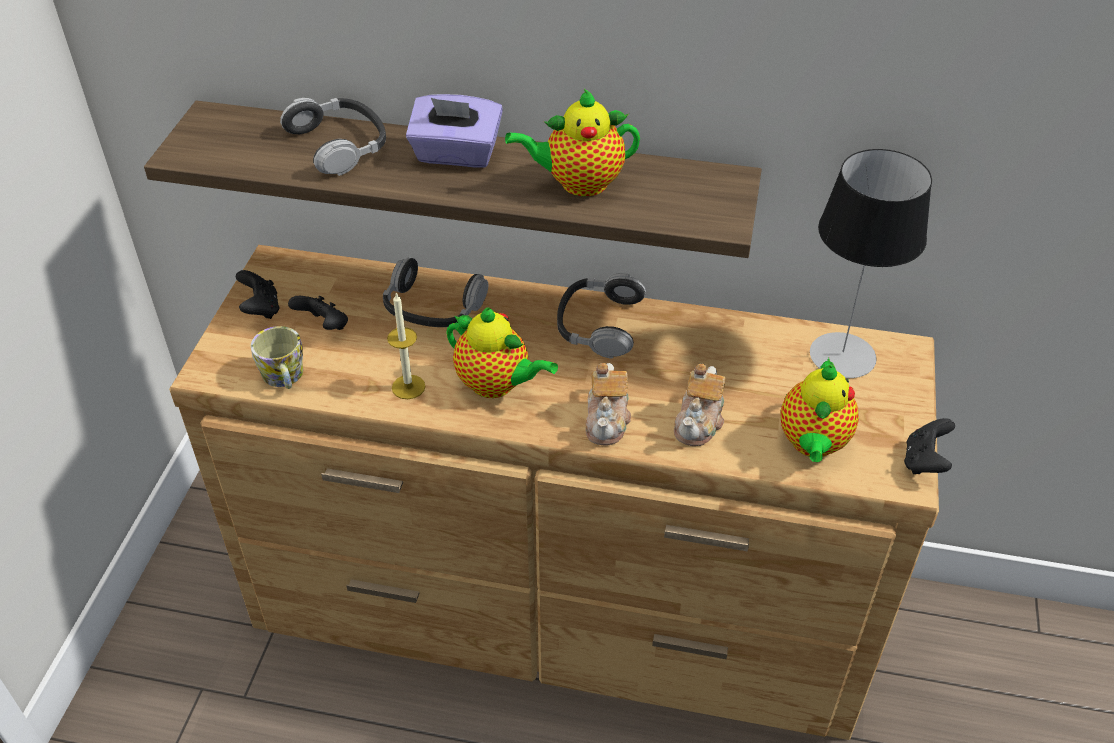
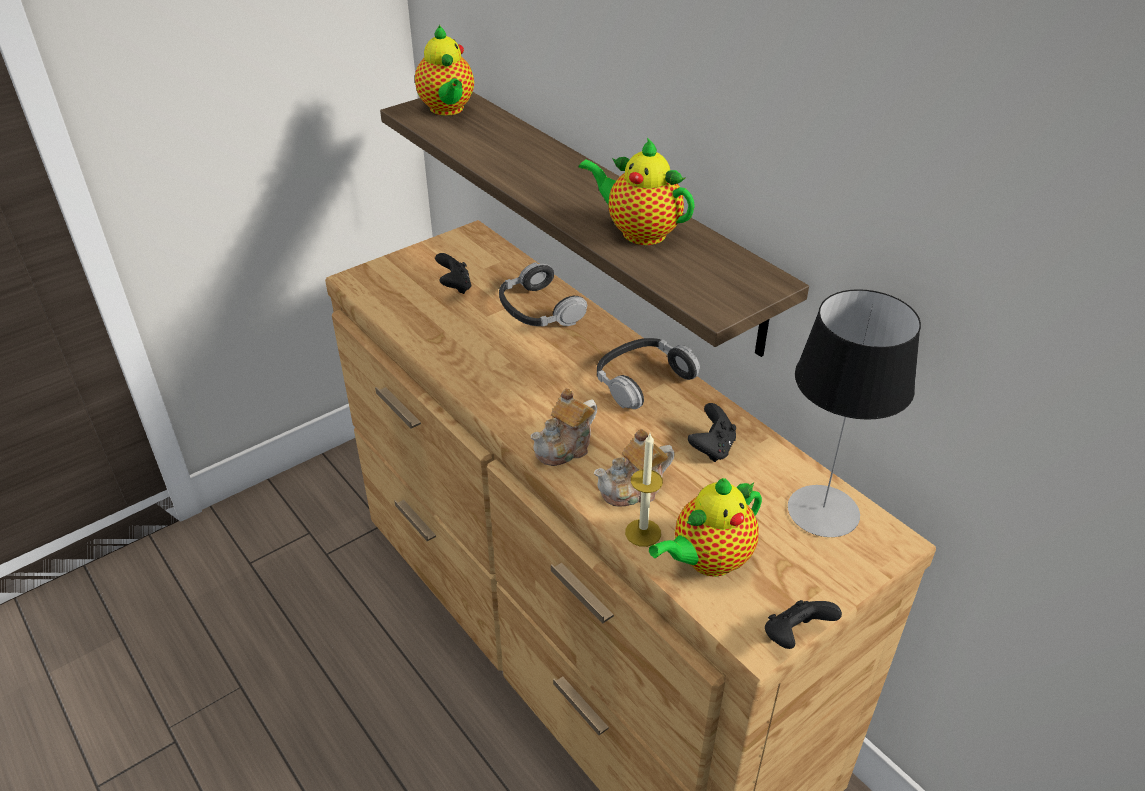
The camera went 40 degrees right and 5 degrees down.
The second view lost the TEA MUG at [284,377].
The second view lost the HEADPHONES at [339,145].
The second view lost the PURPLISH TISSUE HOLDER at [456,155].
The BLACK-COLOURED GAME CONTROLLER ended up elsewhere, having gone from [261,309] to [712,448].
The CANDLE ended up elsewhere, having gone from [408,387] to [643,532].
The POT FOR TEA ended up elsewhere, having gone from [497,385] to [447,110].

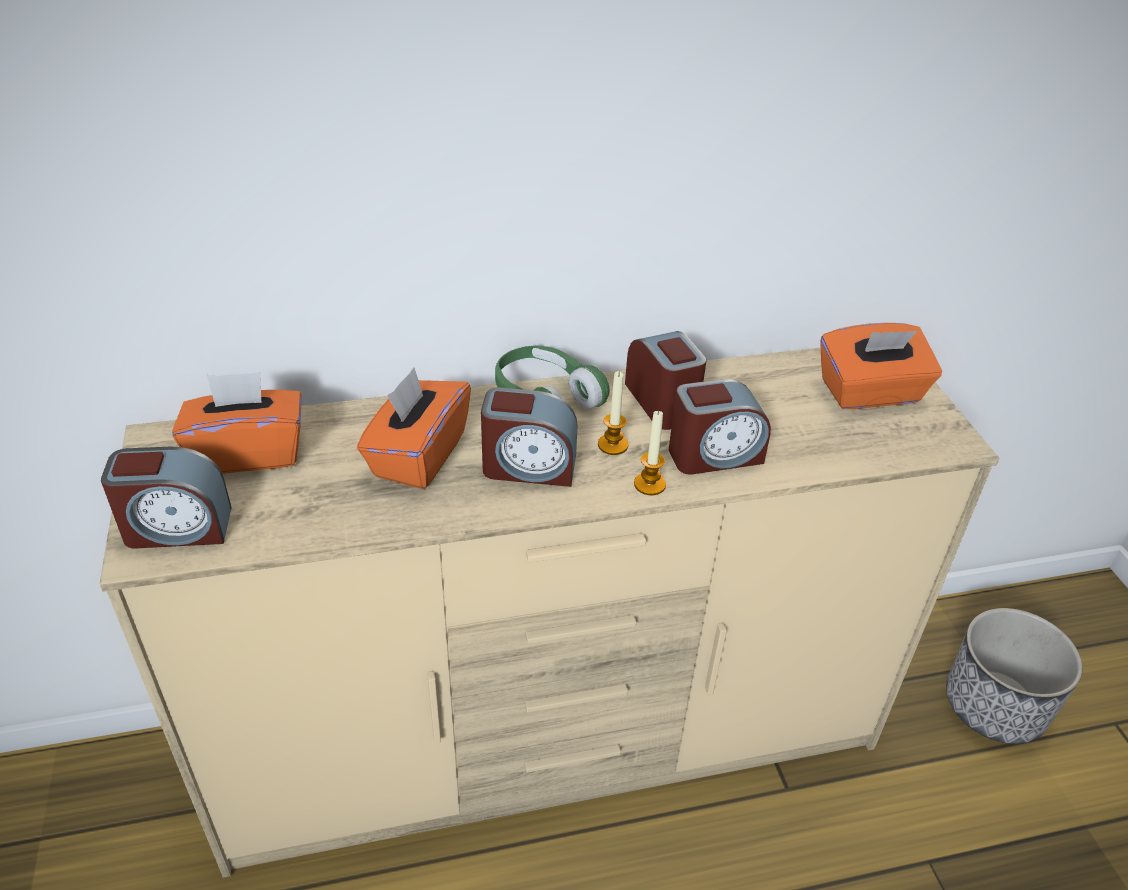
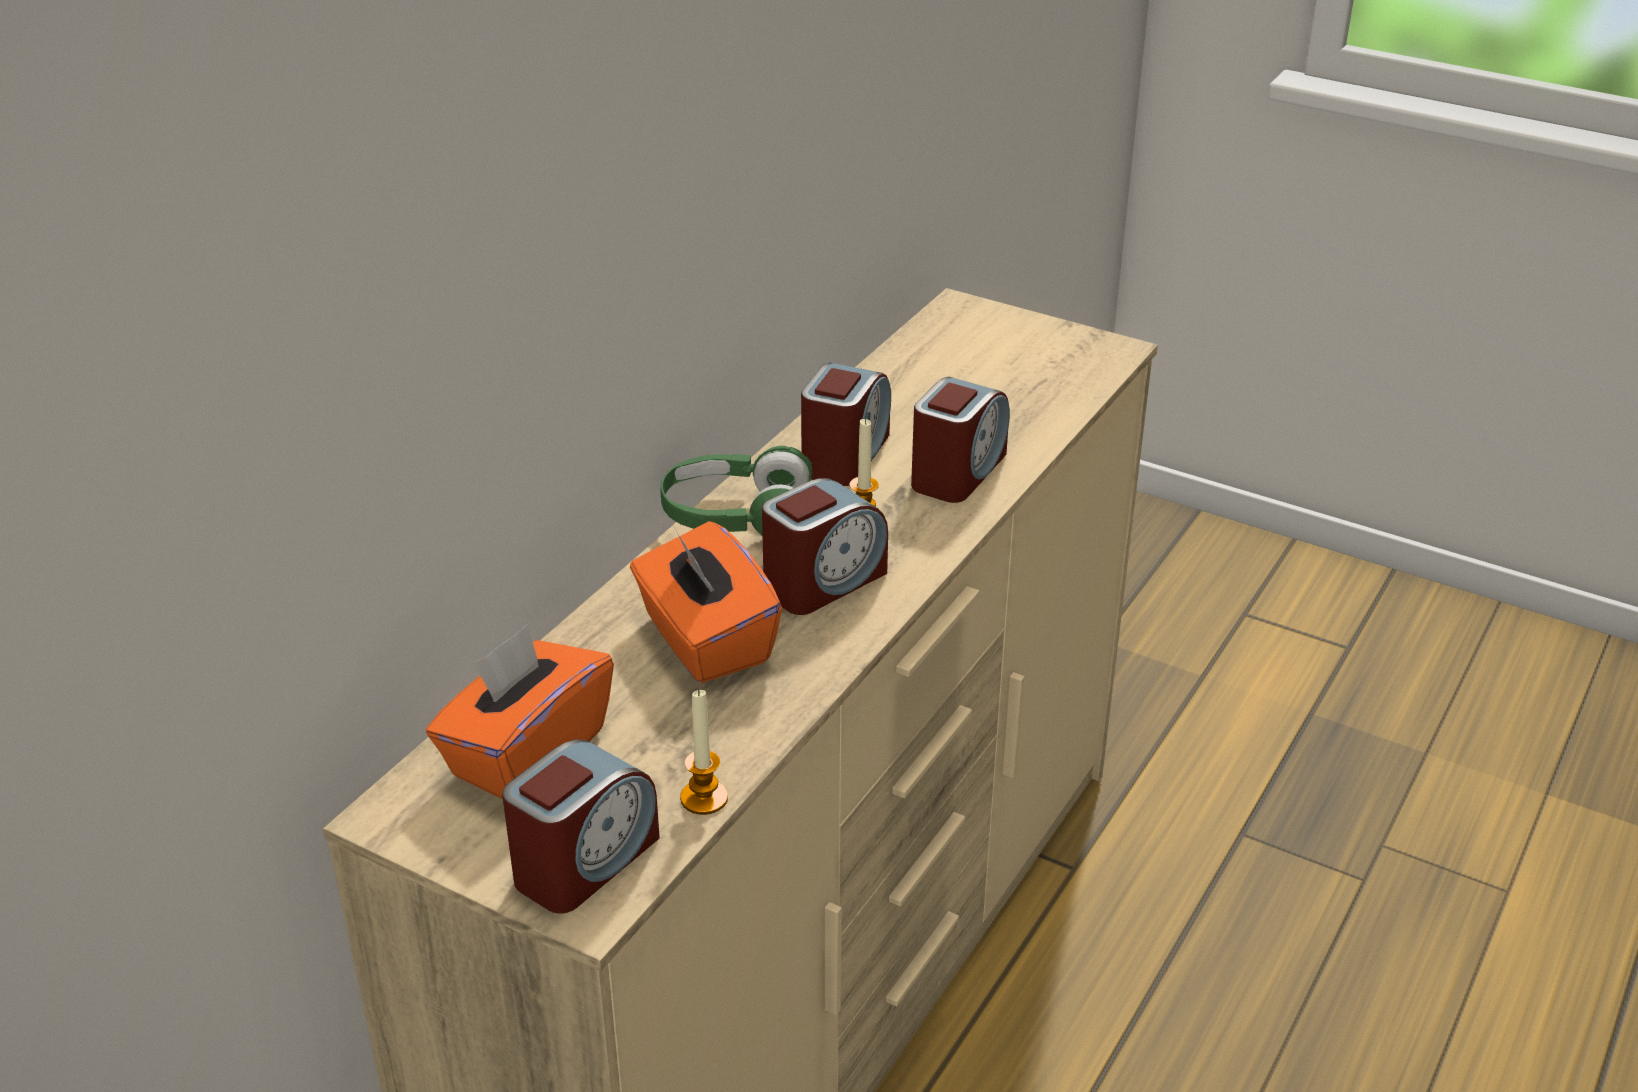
The camera went 45 degrees left and 5 degrees down.
The second view lost the ORANGEY TISSUE HOLDER at [870,393].
The second view lost the FLOWER POT at [995,706].
The CANDLE ended up elsewhere, having gone from [649,484] to [704,798].
The ALARM CLOCK at [662,402] ended up facing another way, 90 degrees clockwise from before.

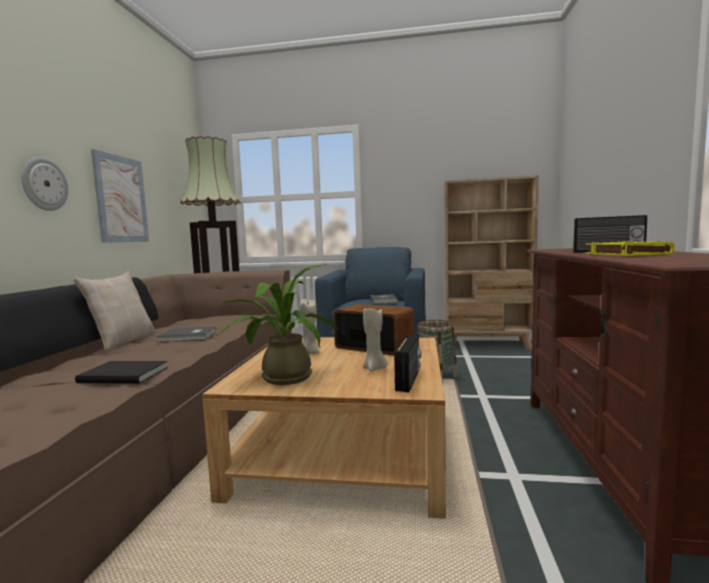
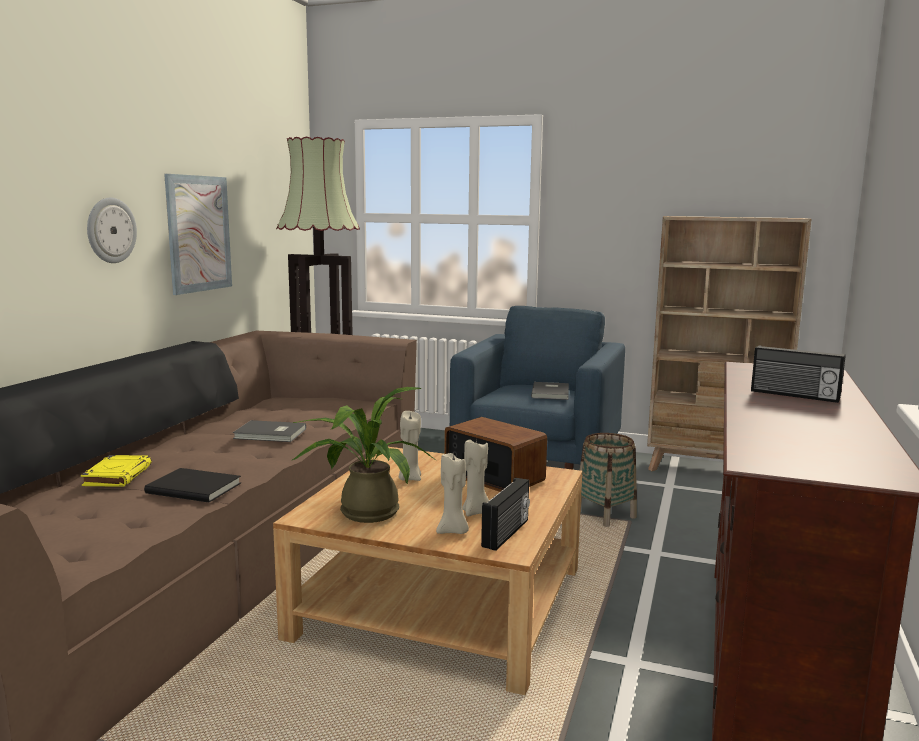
The camera went 10 degrees right and 5 degrees up.
The second view lost the SAND-COLOURED CUSHION at [122,341].
The second view gained the SAND-COLOURED CANDLE at [453,531].
The YELLOW-COLOURED BOOK ended up elsewhere, having gone from [625,254] to [117,475].

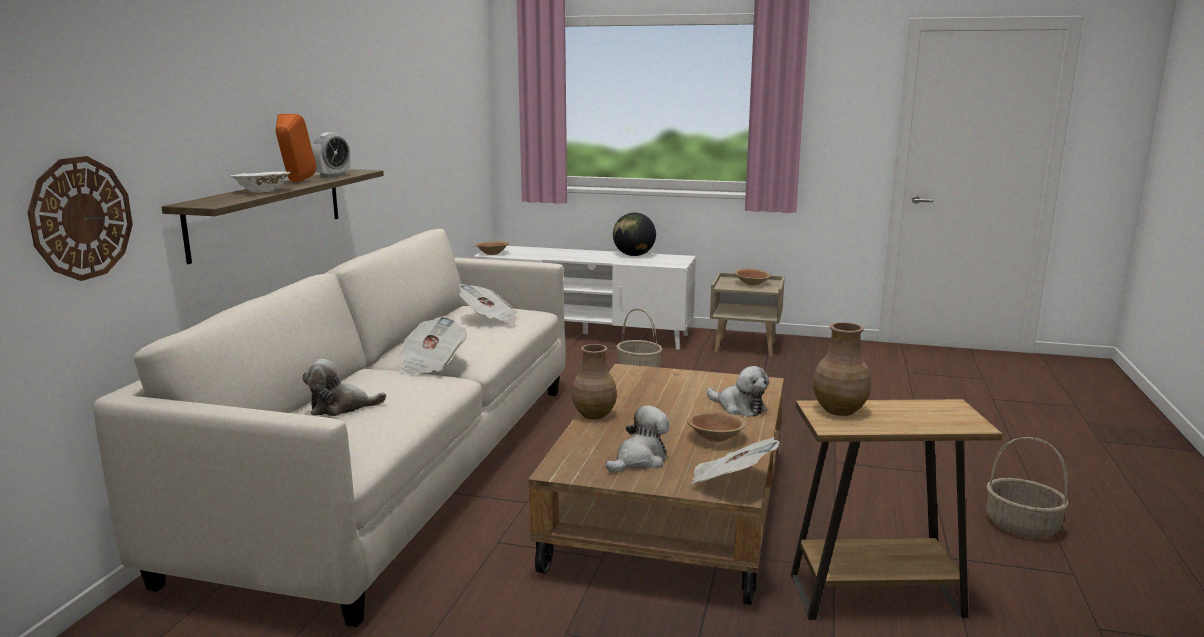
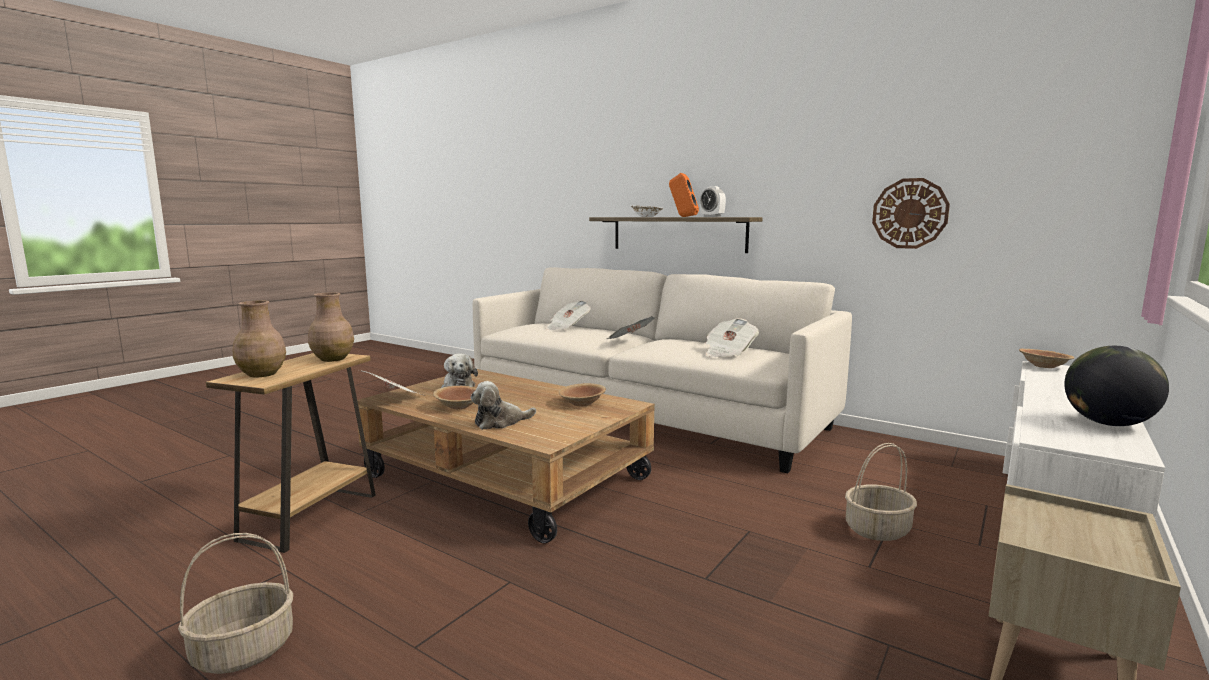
The camera went 110 degrees right and 5 degrees down.
The CLOCK ON THE WALL ended up elsewhere, having gone from [81,218] to [909,213].
The BROWN FLOWER VASE ended up elsewhere, having gone from [594,414] to [262,374].
The BROWN DEEP DISH ended up elsewhere, having gone from [751,283] to [582,403].
Where the CUDDLY TOY stood at [341,407], the NEWSPAPER came to stand at [567,327].

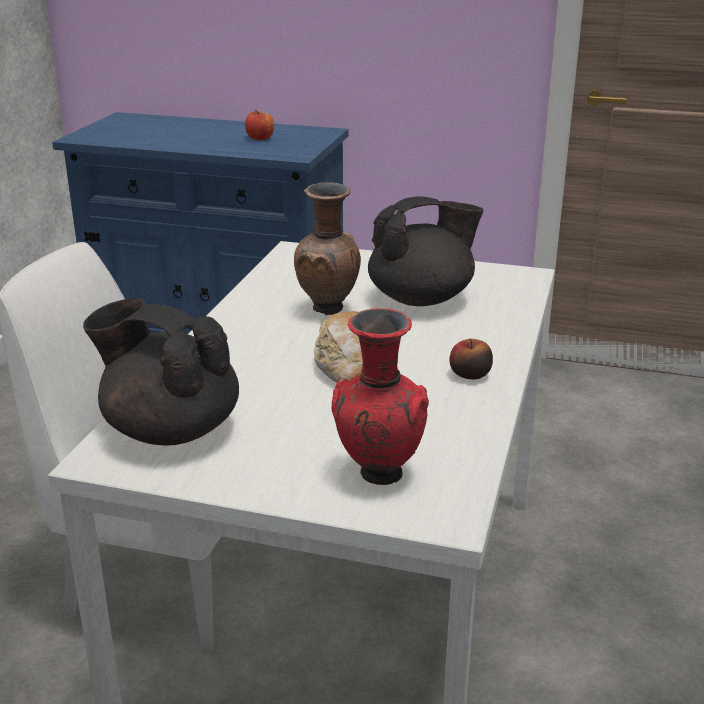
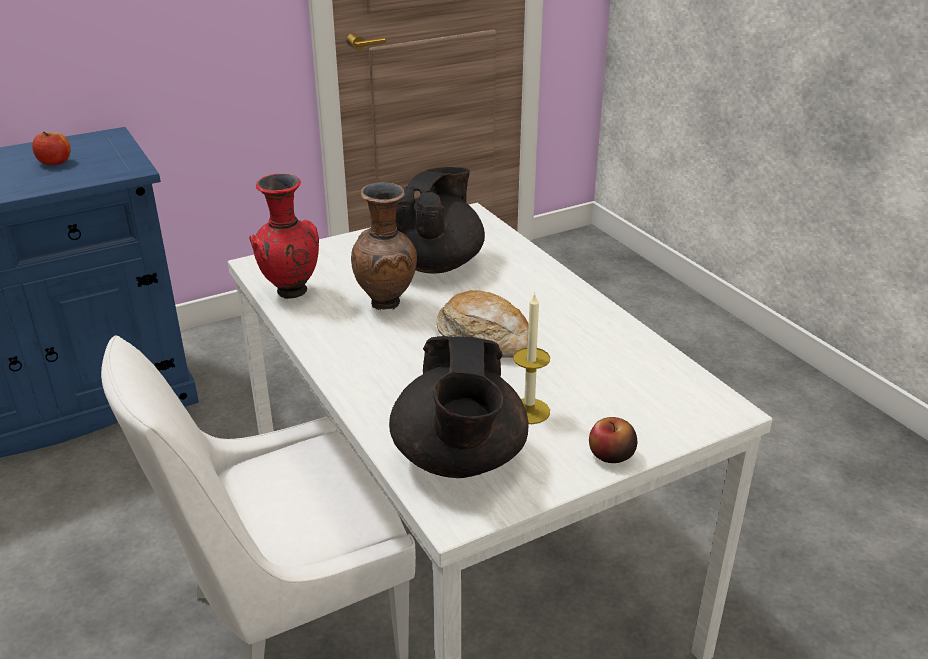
The camera went 45 degrees left and 5 degrees up.
The second view gained the CANDLE at [529,411].
The RED FLOWER VASE ended up elsewhere, having gone from [378,476] to [291,293].
The APPLE ended up elsewhere, having gone from [470,374] to [611,455].
The BLACK-COLOURED POT FOR TEA at [170,429] ended up facing another way, 75 degrees counterclockwise from before.

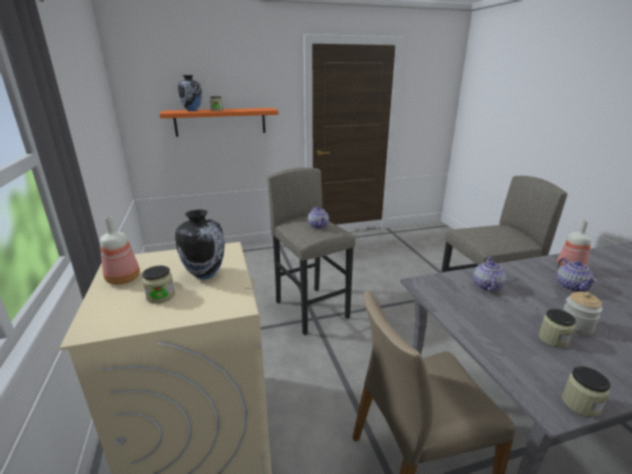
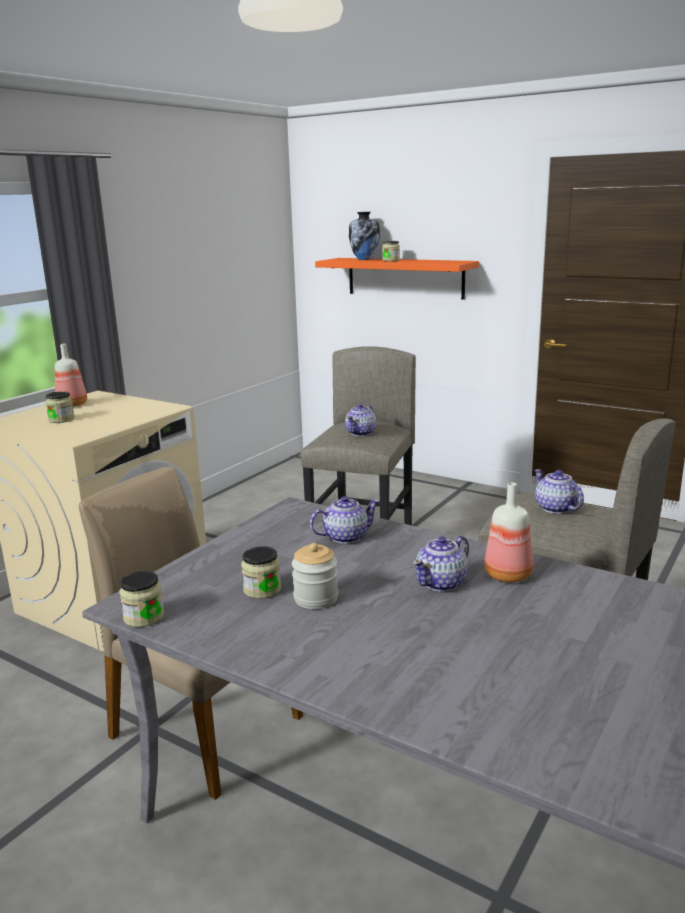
The camera went 50 degrees right and 5 degrees down.
The second view lost the FLOWER VASE at [205,274].
The second view gained the POT FOR TEA at [556,508].

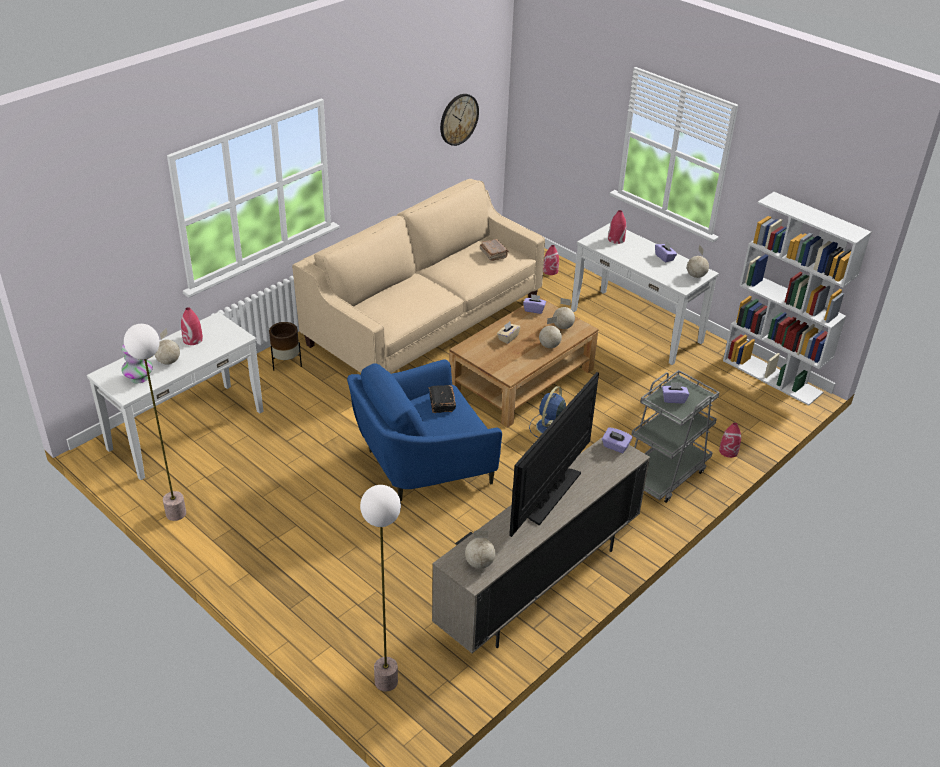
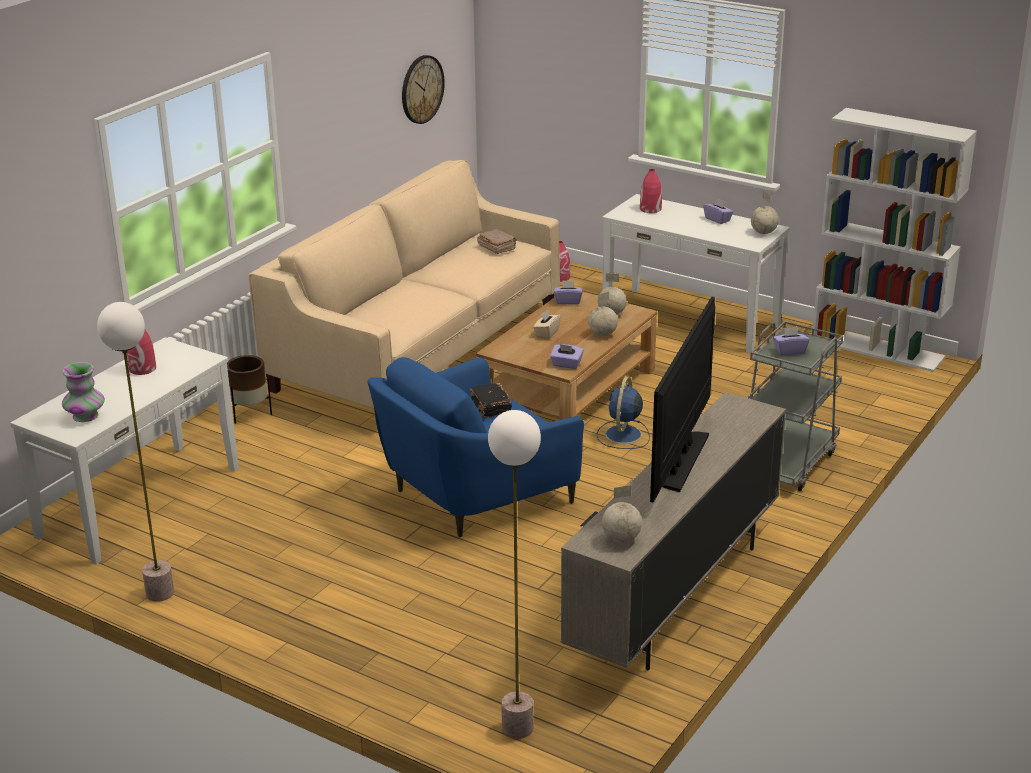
The camera went 10 degrees left and 10 degrees down.
The second view lost the WORLD GLOBE at [169,361].
The second view lost the RED FLOWER VASE at [728,451].
The PURPLISH TISSUE HOLDER ended up elsewhere, having gone from [615,446] to [566,364].

